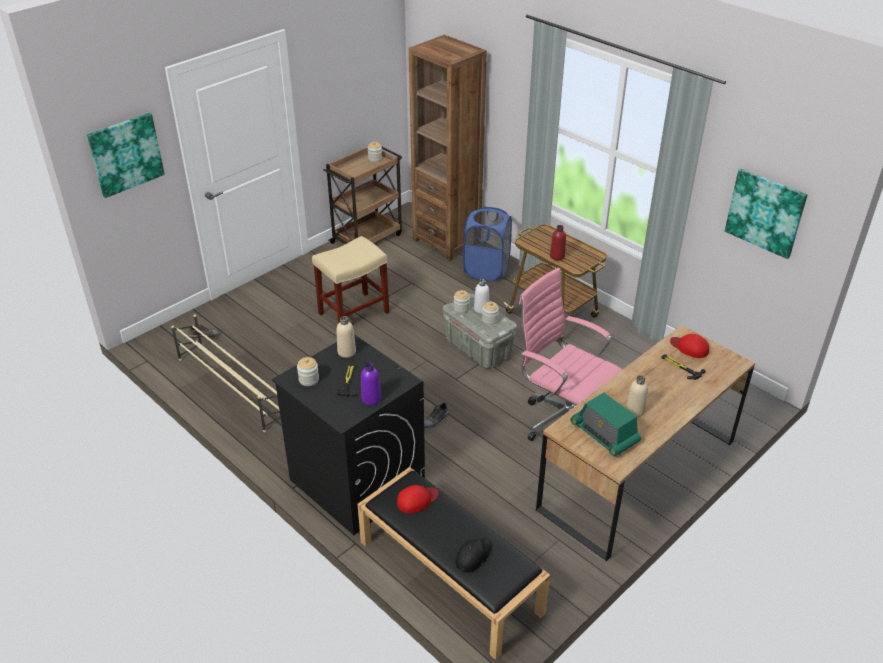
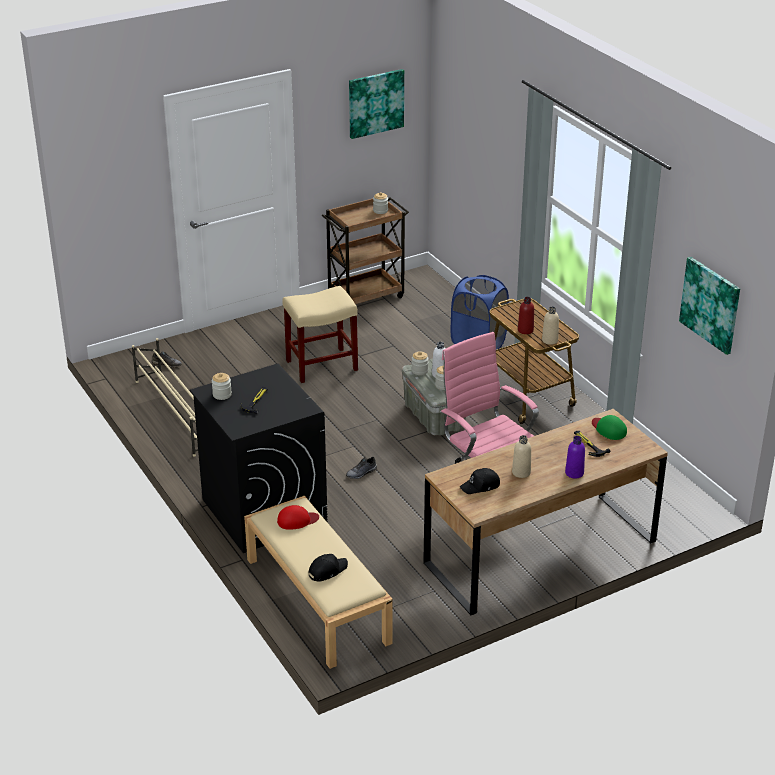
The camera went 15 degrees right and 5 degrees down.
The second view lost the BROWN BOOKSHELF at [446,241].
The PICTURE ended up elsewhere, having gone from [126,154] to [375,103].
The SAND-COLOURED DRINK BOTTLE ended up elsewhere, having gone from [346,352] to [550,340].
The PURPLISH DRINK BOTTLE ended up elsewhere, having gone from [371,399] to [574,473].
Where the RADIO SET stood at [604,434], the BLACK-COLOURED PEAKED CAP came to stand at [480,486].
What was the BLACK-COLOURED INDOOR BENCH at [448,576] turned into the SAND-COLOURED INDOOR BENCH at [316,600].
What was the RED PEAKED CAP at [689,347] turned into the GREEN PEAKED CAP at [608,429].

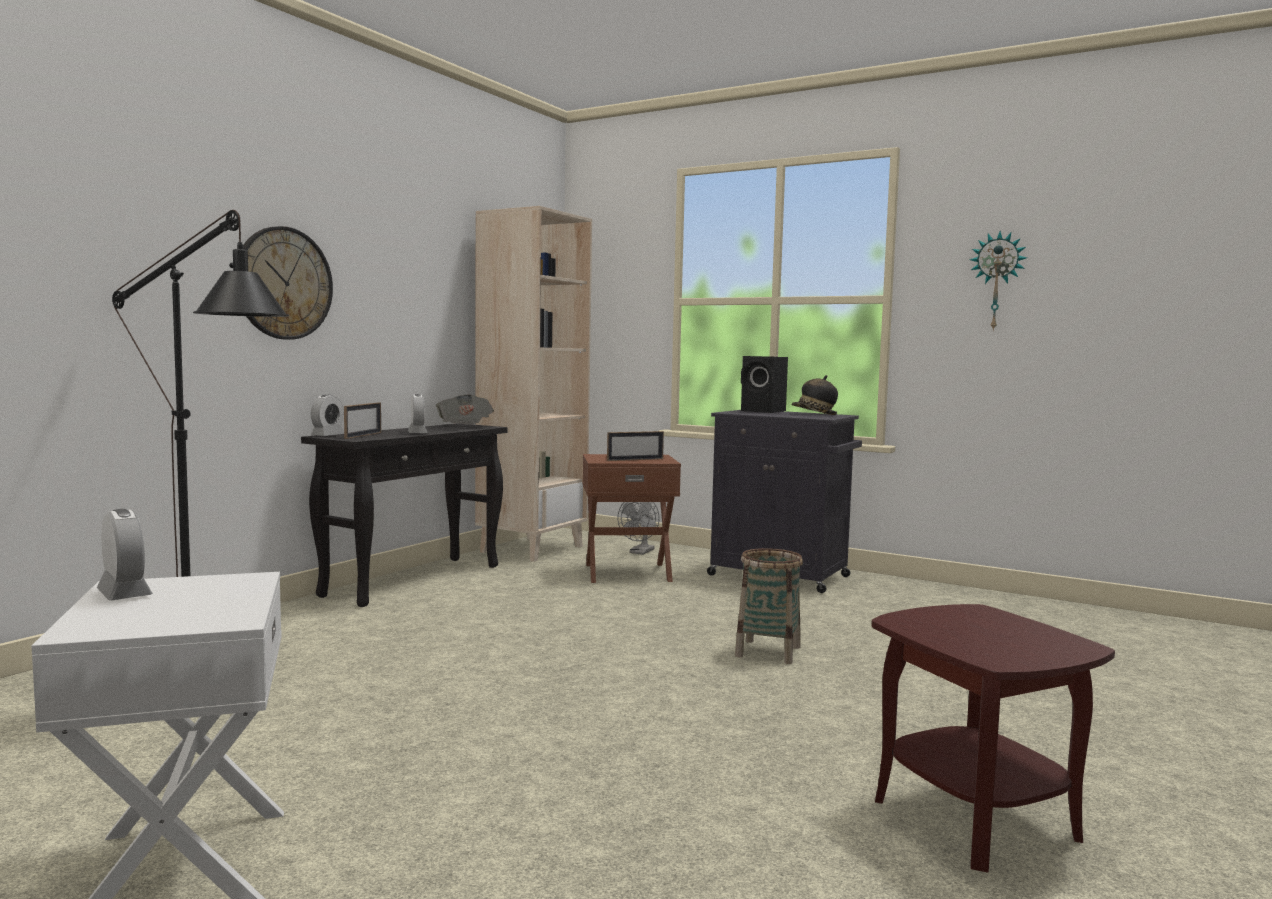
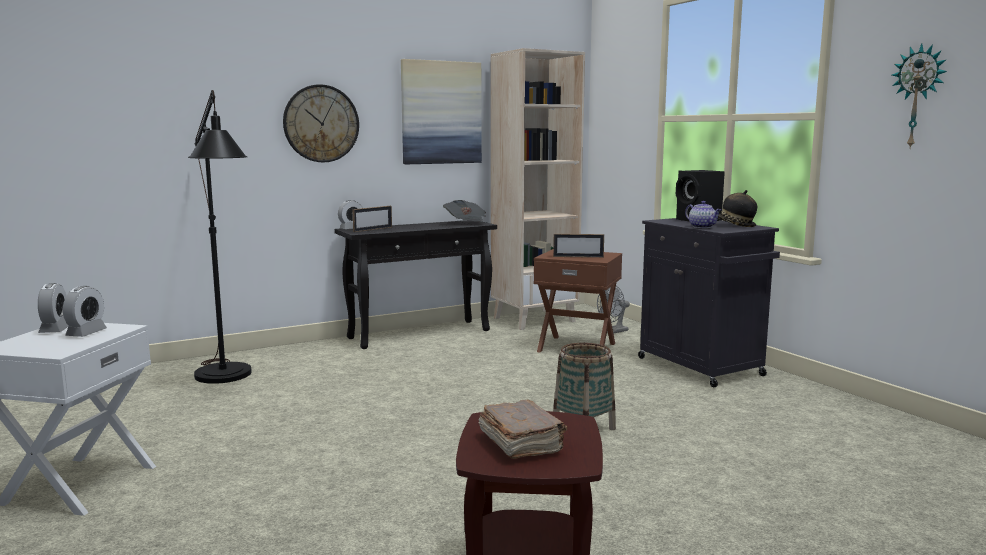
The camera went 30 degrees right and 5 degrees up.
The second view gained the PICTURE at [441,112].
The second view gained the BROWN BOOK at [521,443].
The second view gained the POT FOR TEA at [702,227].
The ALARM CLOCK ended up elsewhere, having gone from [417,433] to [86,333].

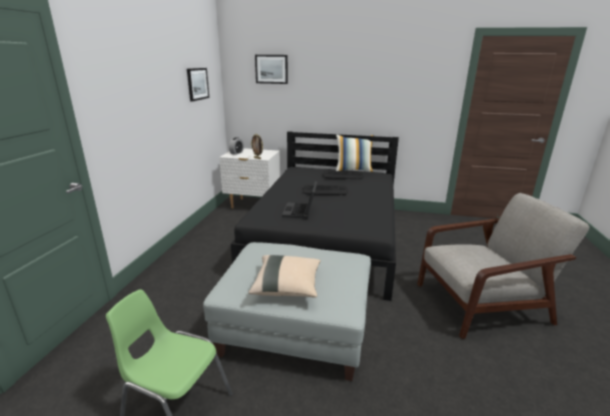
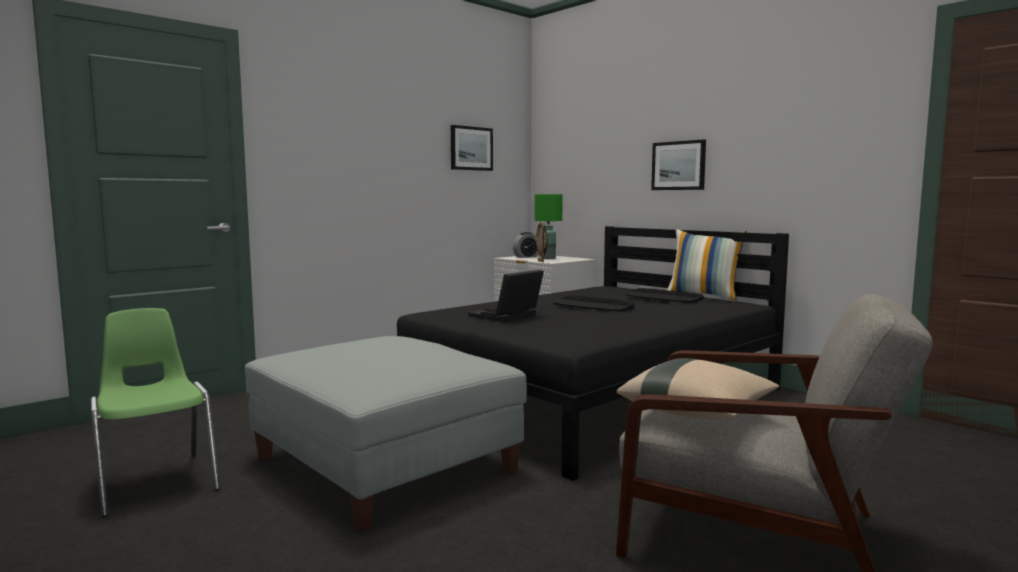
The camera went 35 degrees right and 15 degrees down.
The second view gained the GREEN TABLETOP LAMP at [547,258].
The SAND-COLOURED CUSHION ended up elsewhere, having gone from [287,286] to [698,413].
The PICTURE ended up elsewhere, having gone from [271,69] to [678,165].

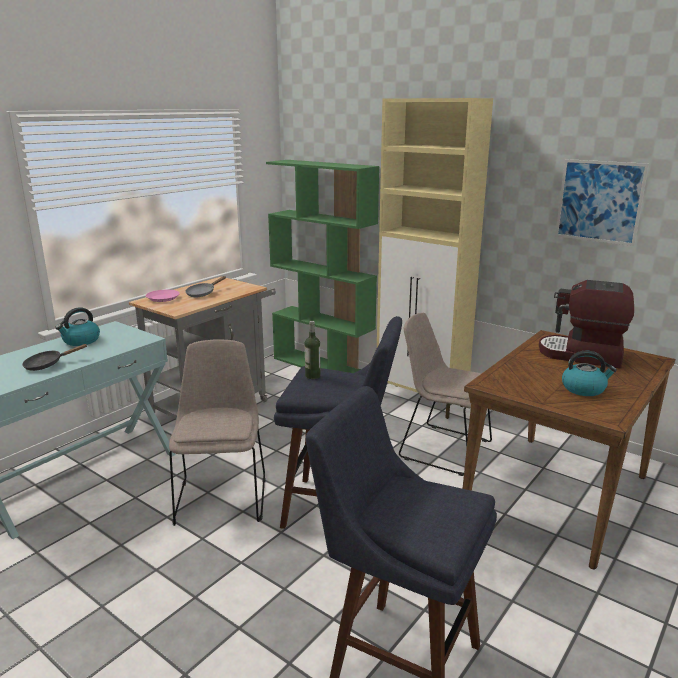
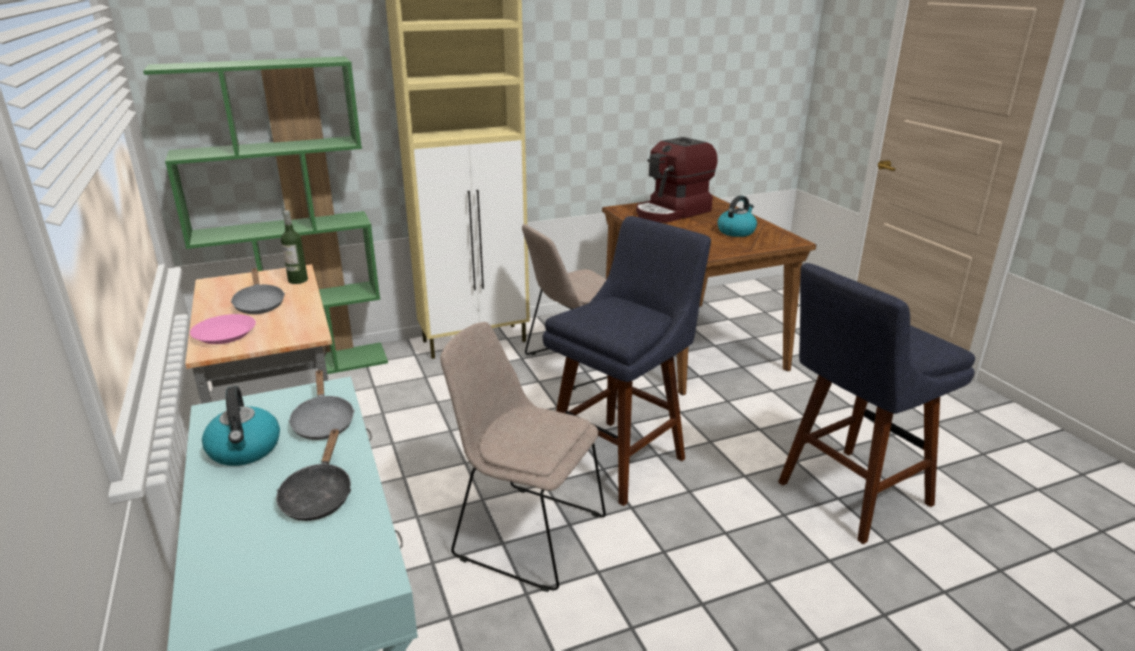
The camera went 60 degrees left and 5 degrees up.
The second view lost the PICTURE at [599,201].
The second view gained the GRAY FRYING PAN at [323,422].
The DRINK BOTTLE ended up elsewhere, having gone from [312,376] to [298,280].

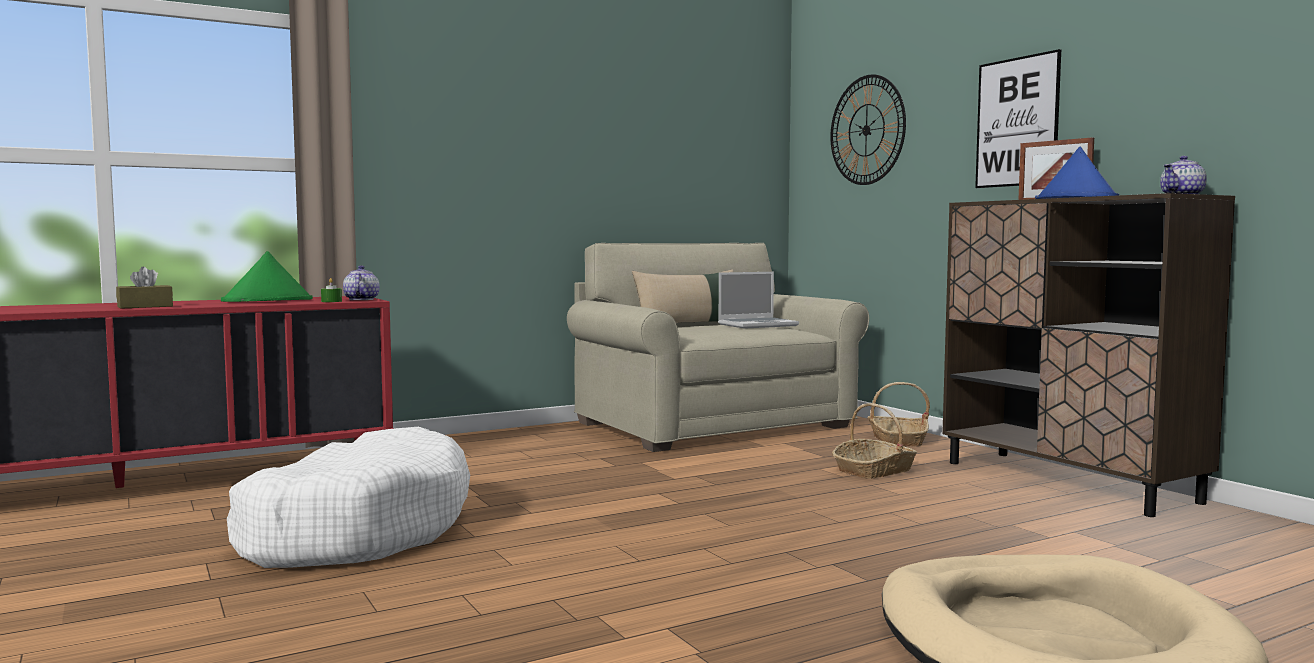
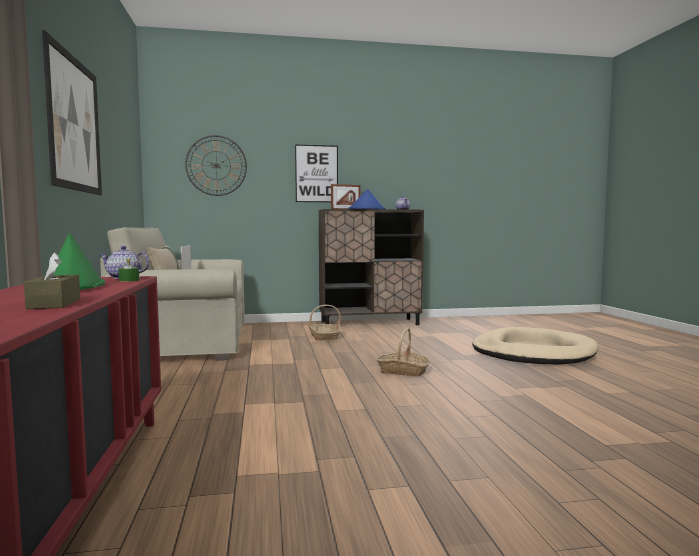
The camera went 70 degrees left and 0 degrees up.
The second view lost the WHITE-COLOURED DOG CUSHION at [356,530].
The second view gained the PICTURE at [75,124].
The BASKET ended up elsewhere, having gone from [897,440] to [403,371].

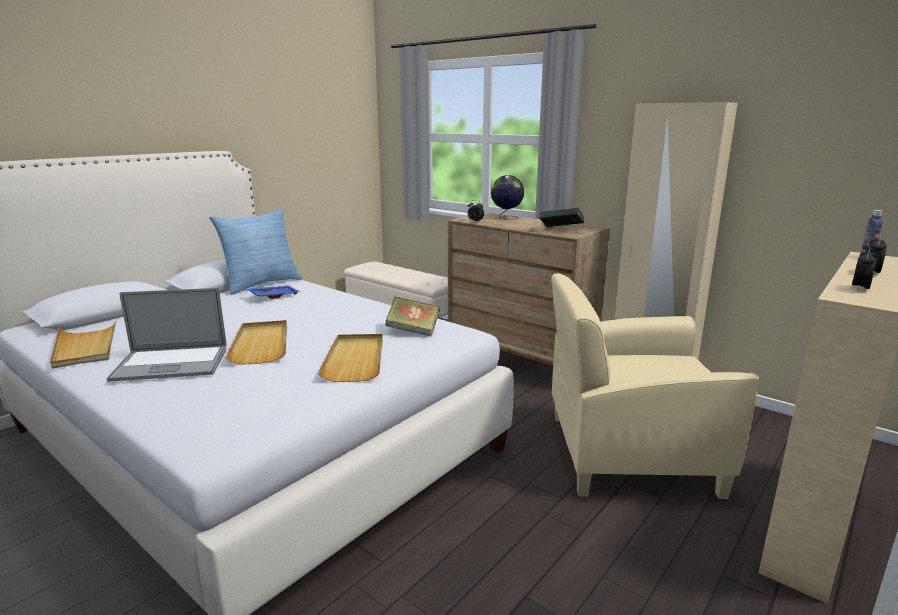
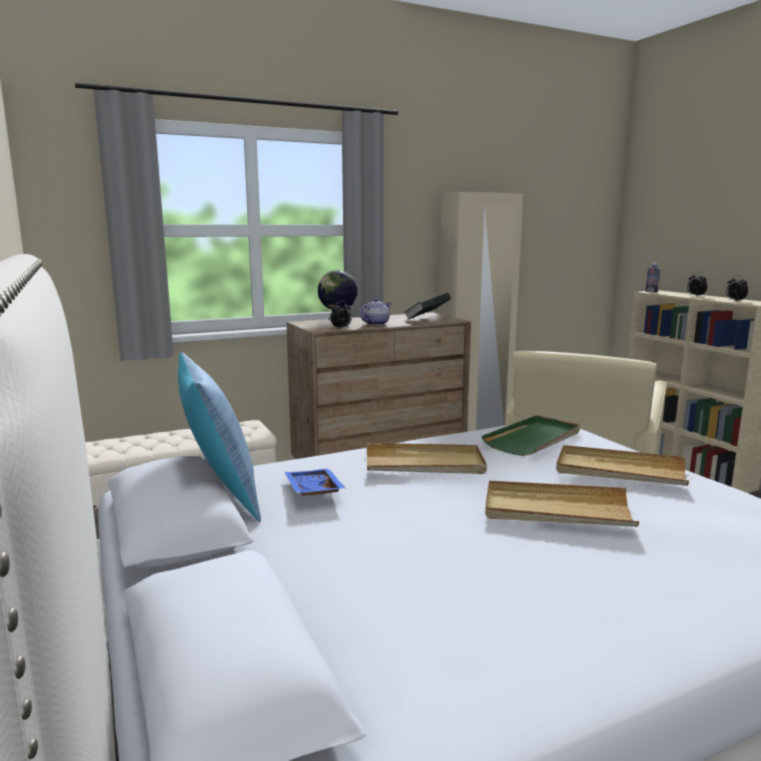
The camera went 65 degrees left and 5 degrees down.
The second view lost the LAPTOP at [171,364].
The second view gained the POT FOR TEA at [375,324].
The SAND-COLOURED SERVING TRAY ended up elsewhere, having gone from [85,347] to [424,464].
Where the BOOK stood at [413,331], the GREEN SERVING TRAY came to stand at [533,439].

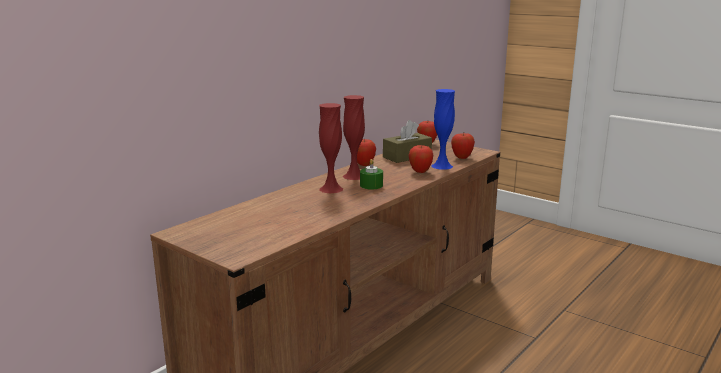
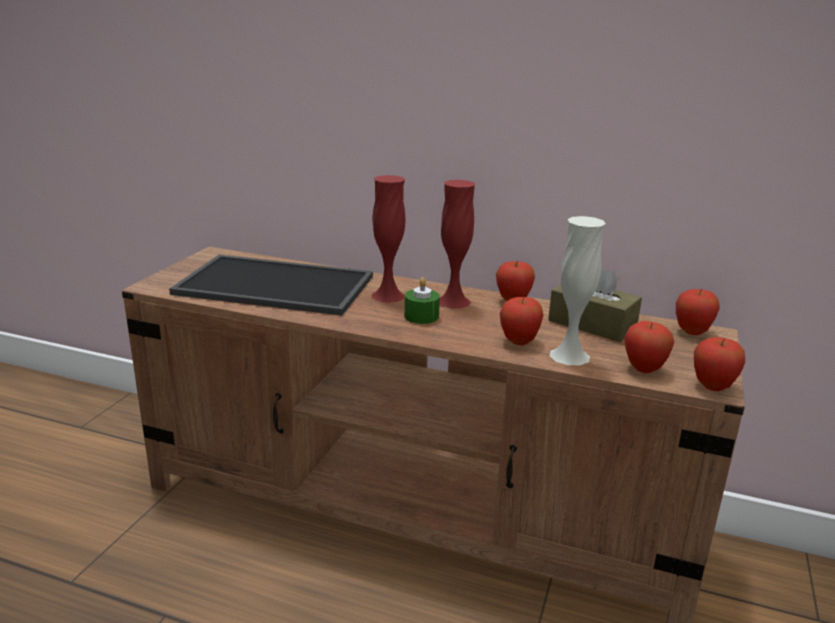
The camera went 70 degrees right and 5 degrees up.
The second view gained the SERVING TRAY at [278,284].
The second view gained the APPLE at [712,387].
What was the BLUE-COLOURED FLOWER VASE at [442,166] turned into the WHITE-COLOURED FLOWER VASE at [569,356].

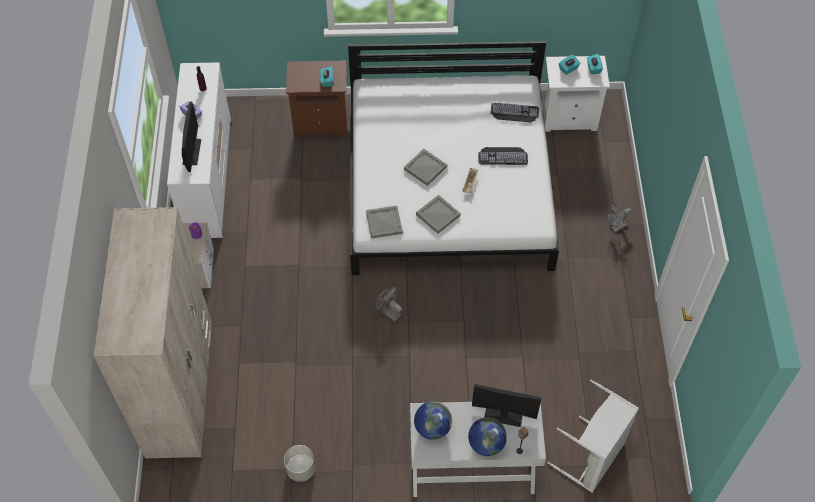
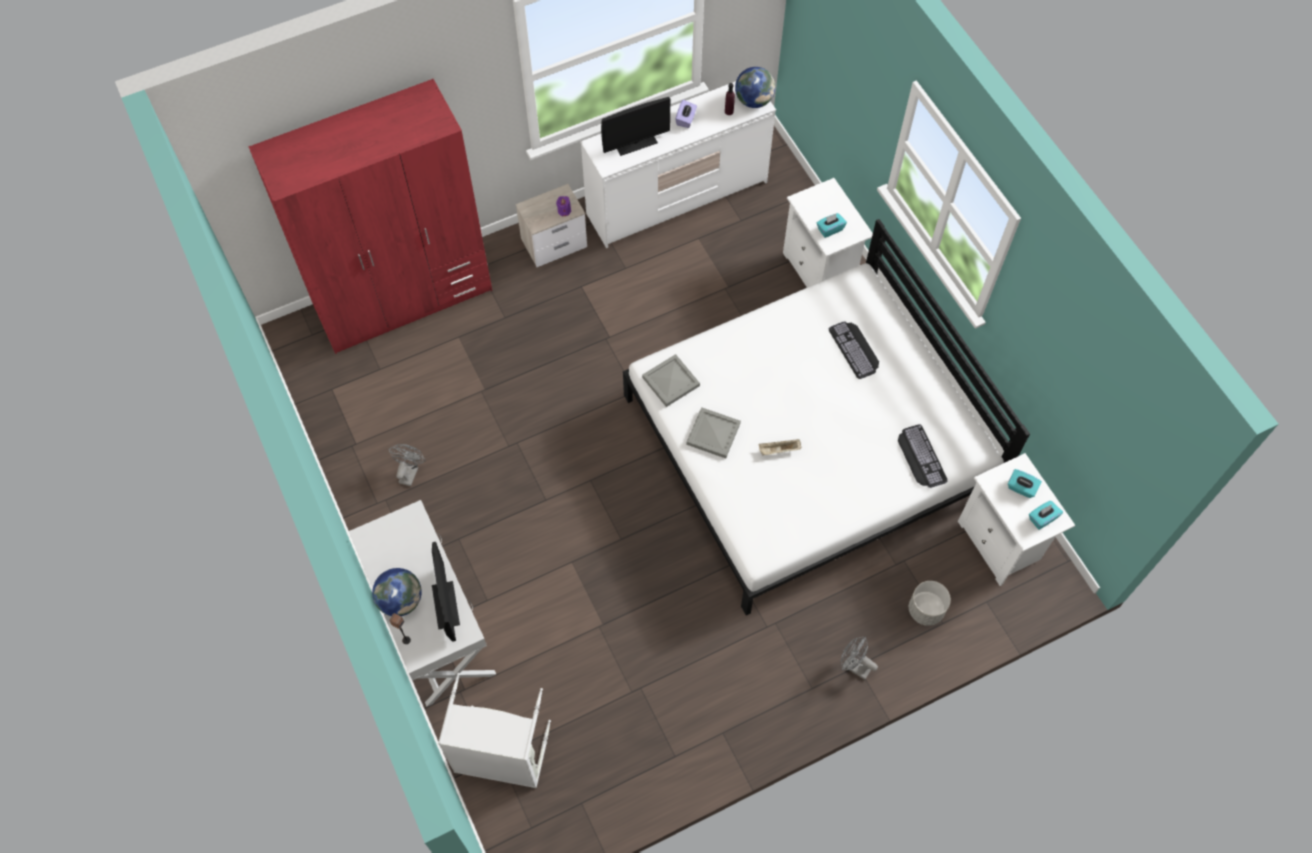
The camera went 65 degrees right and 5 degrees up.
The second view lost the GRAY SERVING TRAY at [424,168].
The GRAY FLOWER POT ended up elsewhere, having gone from [301,469] to [926,610].
The GRAY ELECTRIC FAN ended up elsewhere, having gone from [389,312] to [409,472].
The WORLD GLOBE ended up elsewhere, having gone from [432,428] to [754,100].
The KEYBOARD ended up elsewhere, having gone from [503,155] to [856,349].
What was the SAND-COLOURED CLOTHES CUPBOARD at [180,389] turned into the RED CLOTHES CUPBOARD at [404,298].
What was the BROWN BEDSIDE TABLE at [321,122] turned into the WHITE-COLOURED BEDSIDE TABLE at [820,270].

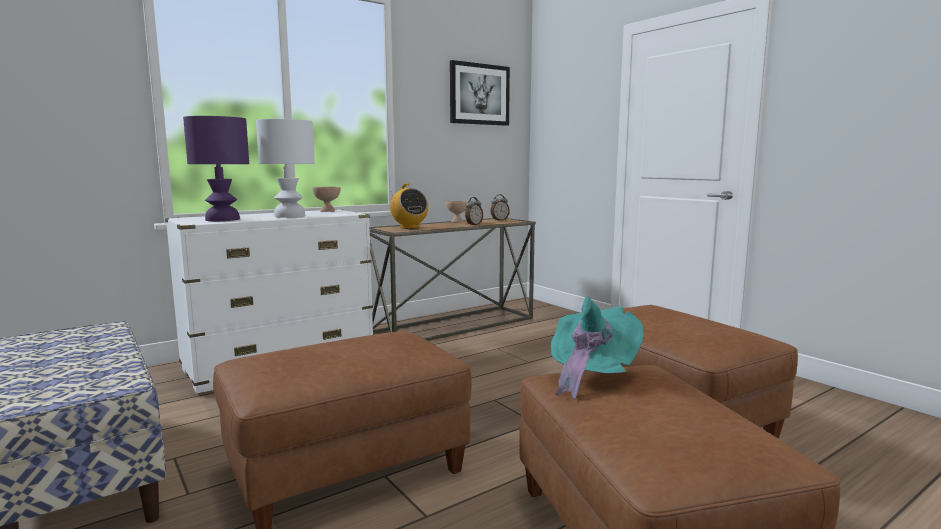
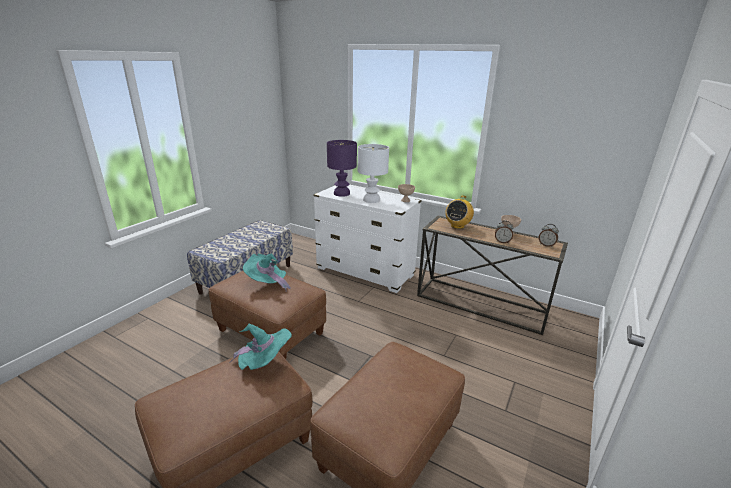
The camera went 65 degrees right and 15 degrees up.
The second view lost the PICTURE at [479,94].
The second view gained the BLUE-GREEN WEARABLE HAT at [267,283].

